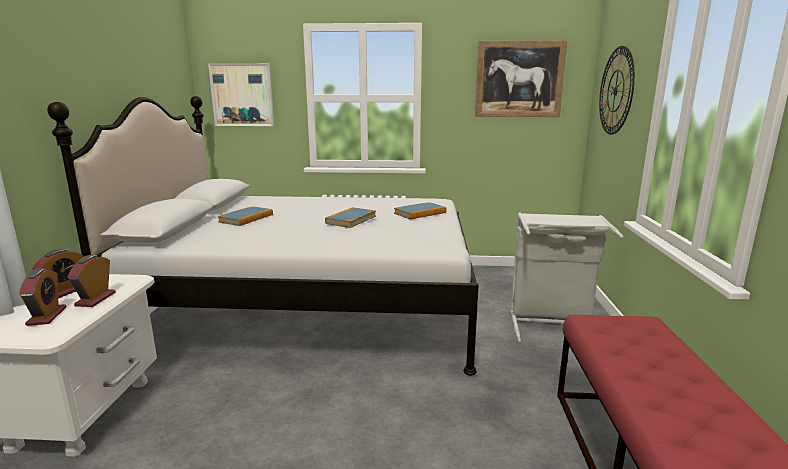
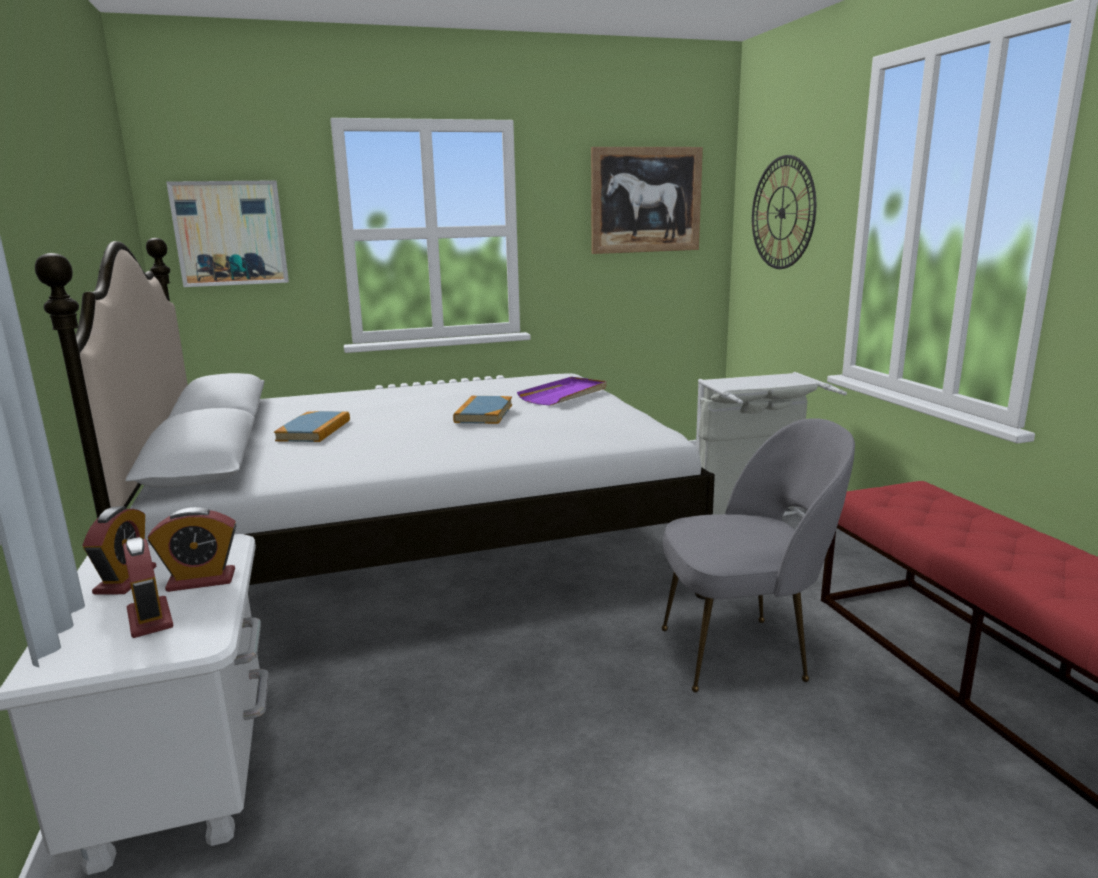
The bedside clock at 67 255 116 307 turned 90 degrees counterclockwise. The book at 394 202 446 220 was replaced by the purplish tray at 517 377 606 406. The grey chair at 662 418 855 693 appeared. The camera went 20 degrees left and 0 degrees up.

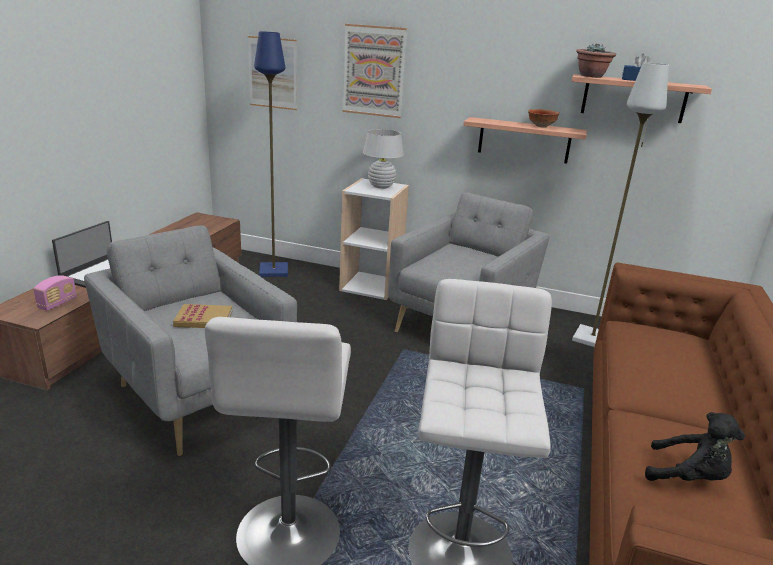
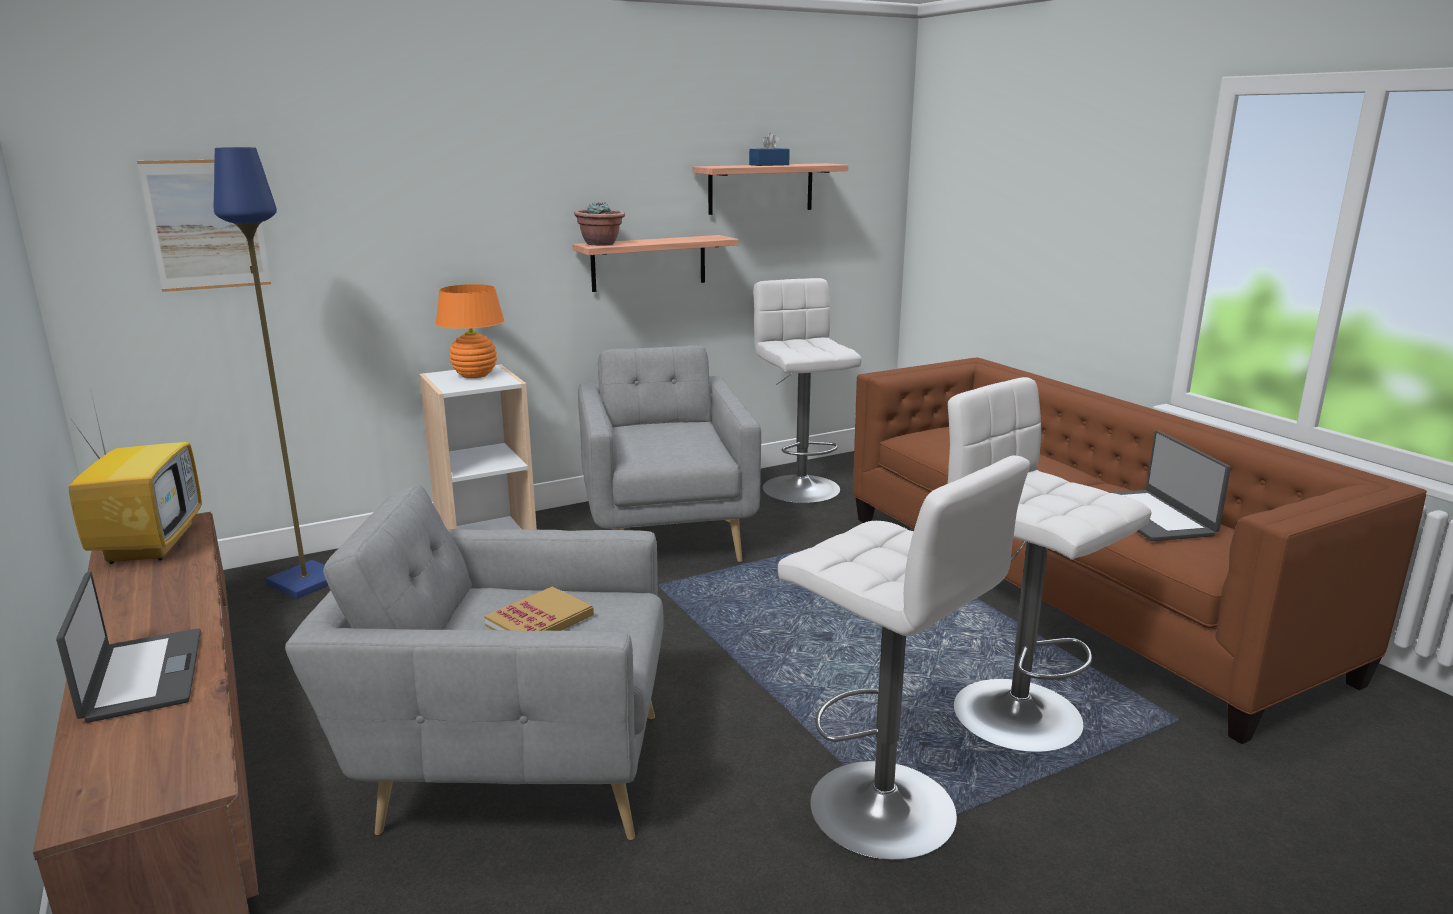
The radio at 33 275 77 311 disappeared. The wall picture at 343 24 407 118 disappeared. The whitish lamp for a table at 363 129 404 189 became the orange-coloured lamp for a table at 436 284 504 378. The serving bowl at 528 109 560 127 disappeared. The grey standard lamp at 572 63 669 347 was replaced by the whitish stool seat at 753 278 861 503. The plant in a pot moved from 576 43 616 78 to 574 202 625 246. The black plush toy at 645 412 745 481 was replaced by the portable computer at 1111 430 1231 541. The television at 69 388 202 564 appeared. The camera went 45 degrees left and 5 degrees down.

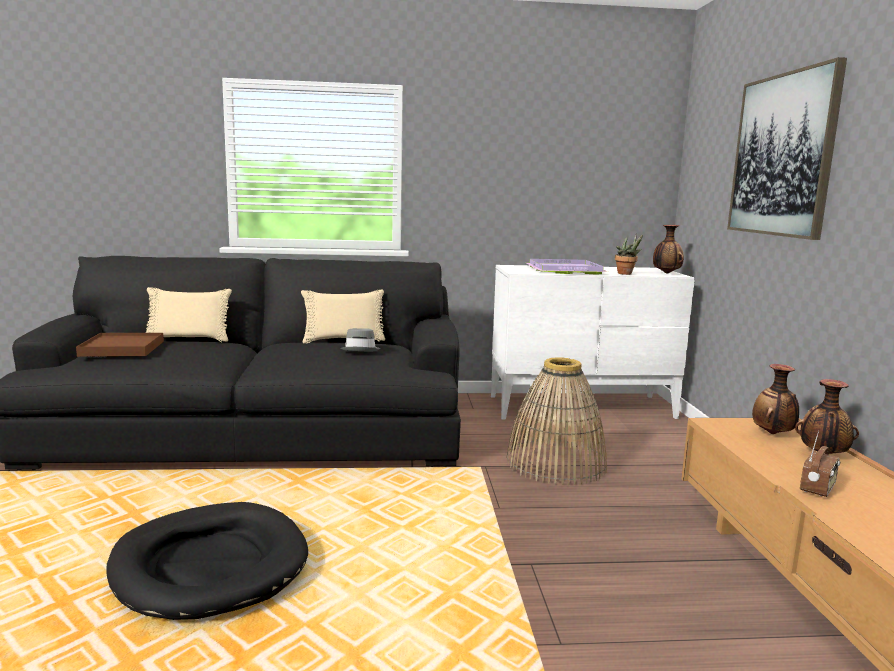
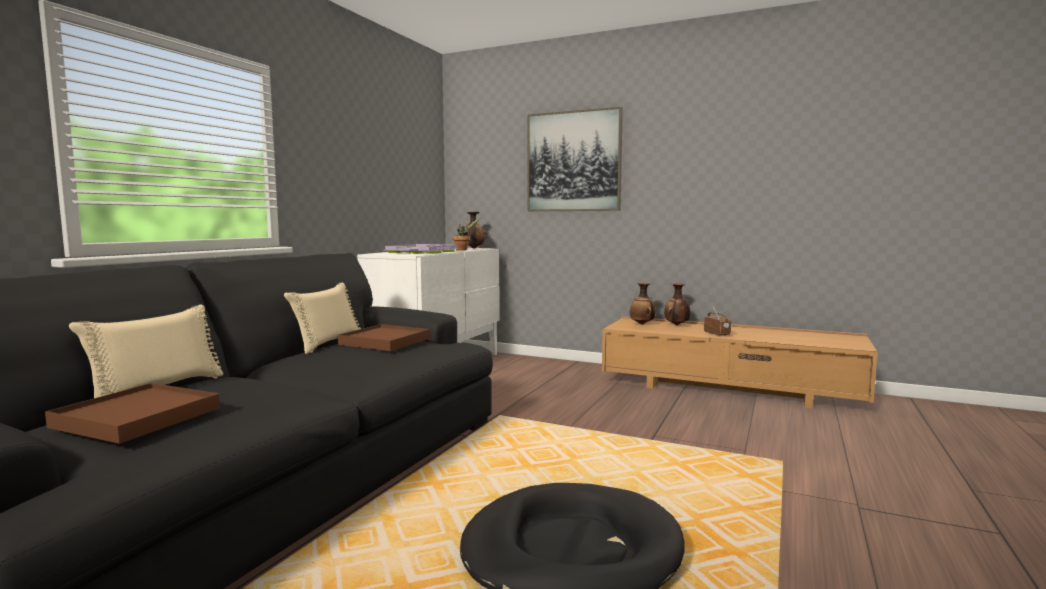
The grey clothing hat at 340 328 380 351 was replaced by the brown tray at 338 324 430 351. The household basket at 507 357 607 485 disappeared. The camera went 60 degrees left and 5 degrees down.

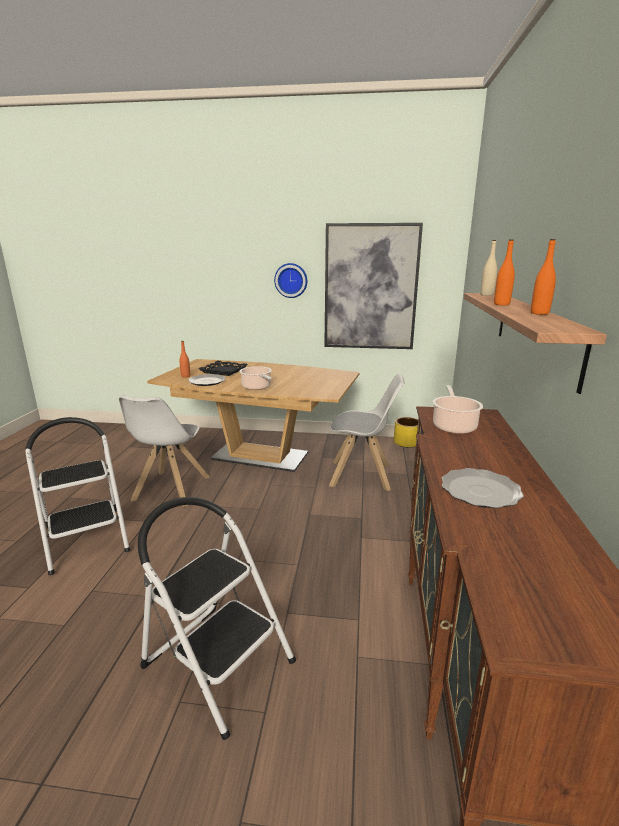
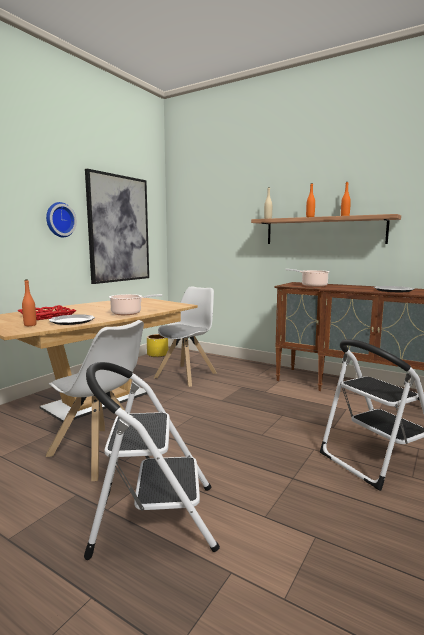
The black tray at 199 361 248 376 became the red-coloured tray at 18 305 76 320. The camera went 65 degrees left and 10 degrees down.

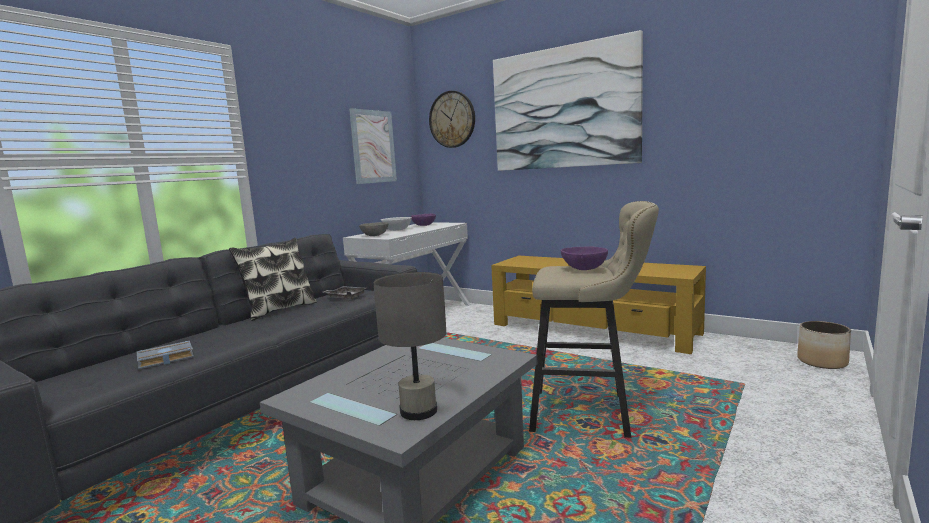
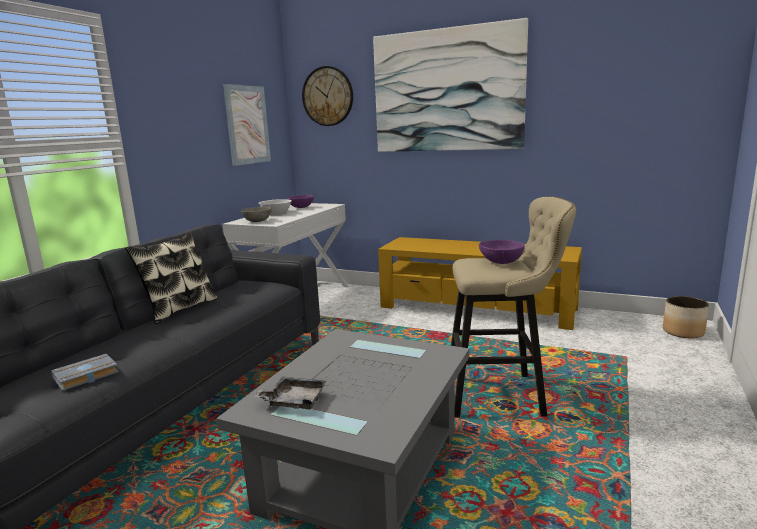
The grey tray moved from 323 286 366 299 to 253 376 326 410. The grey lamp for a table at 374 272 446 420 disappeared. The camera went 10 degrees left and 5 degrees up.

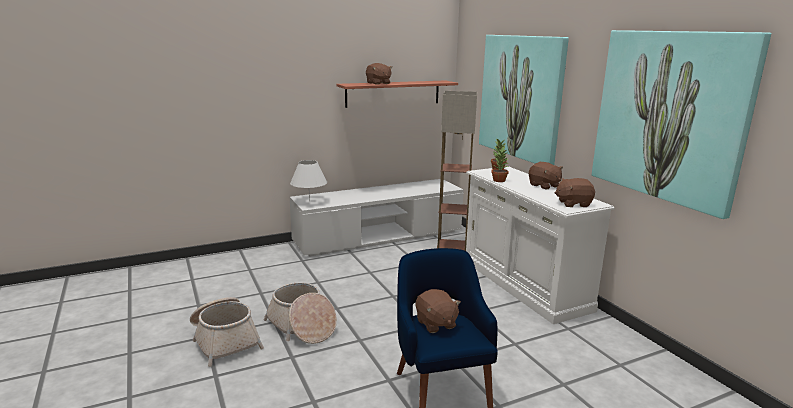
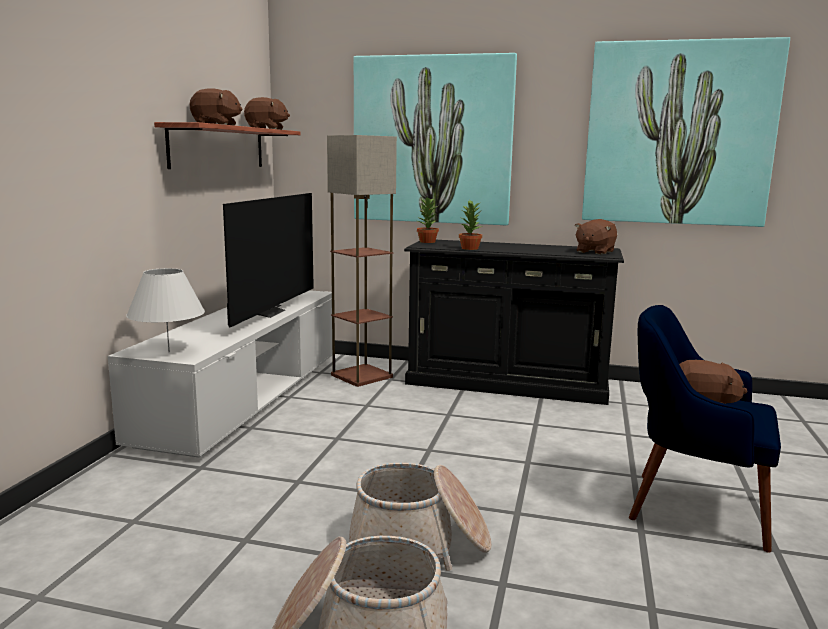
The whitish cupboard at 466 167 615 324 became the black cupboard at 404 240 624 405. The brown plush toy moved from 529 162 563 190 to 244 97 290 130. The television at 223 193 314 327 appeared. The camera went 50 degrees left and 5 degrees down.

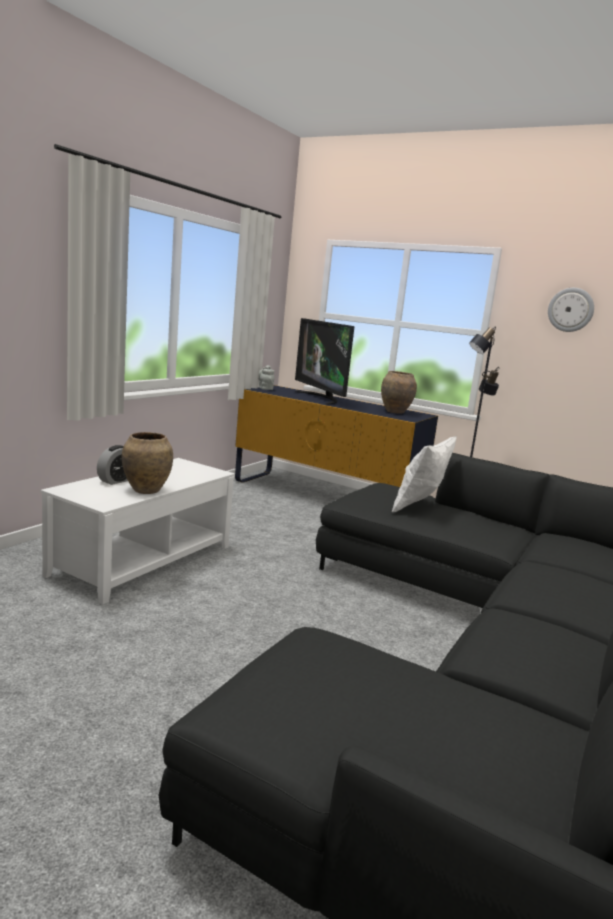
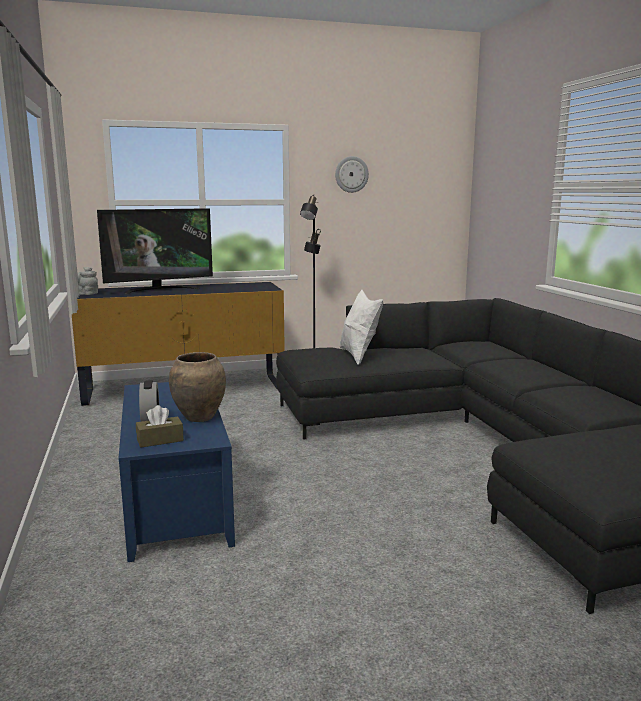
The whitish lounge table at 41 458 235 605 became the blue lounge table at 119 382 235 562. The television at 295 318 355 404 turned 45 degrees counterclockwise. The brown flower vase at 381 371 417 414 disappeared. The brown tissue box at 136 405 184 448 appeared. The camera went 45 degrees left and 0 degrees up.

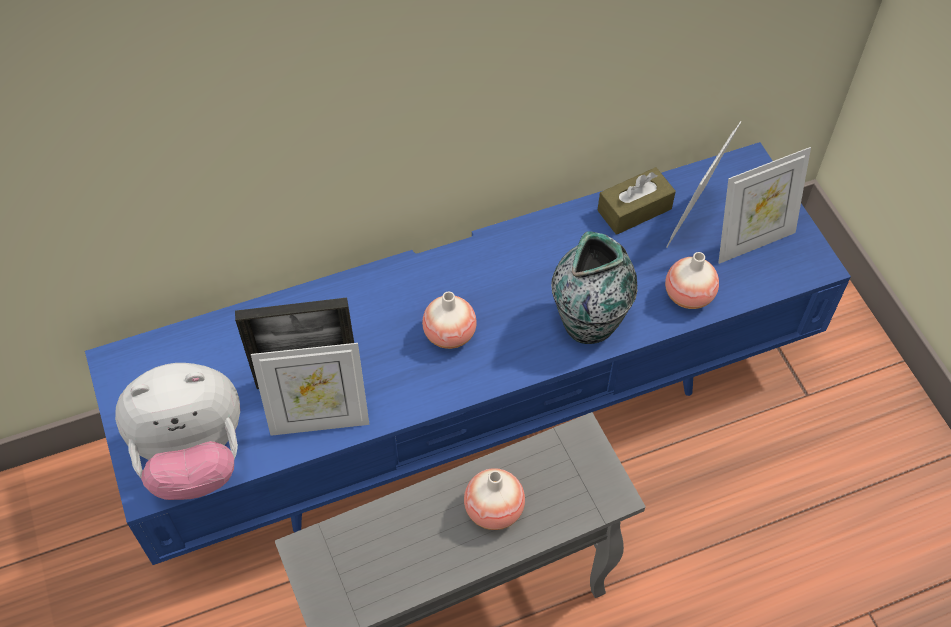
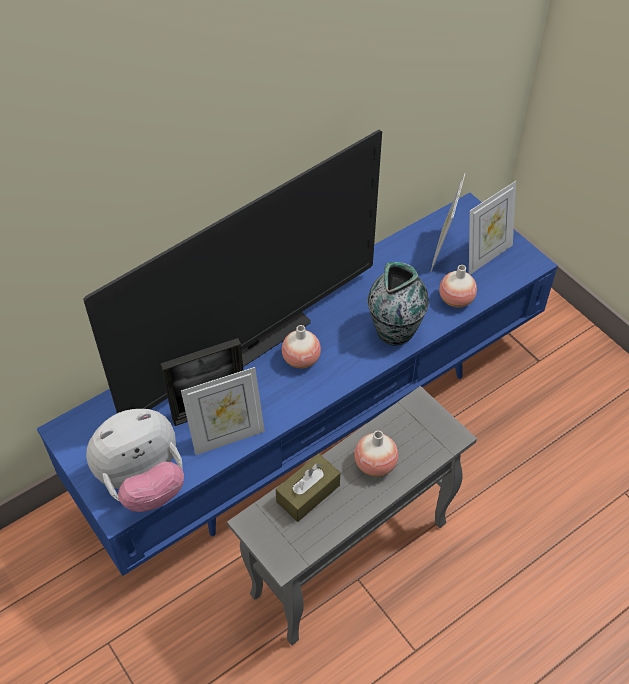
The brown tissue box moved from 597 167 676 235 to 276 453 340 522. The television at 83 130 382 413 appeared. The camera went 15 degrees left and 5 degrees down.

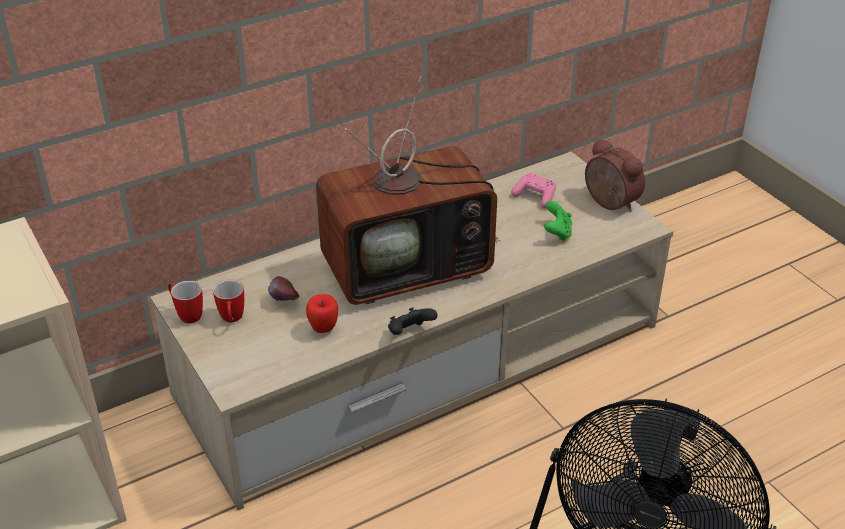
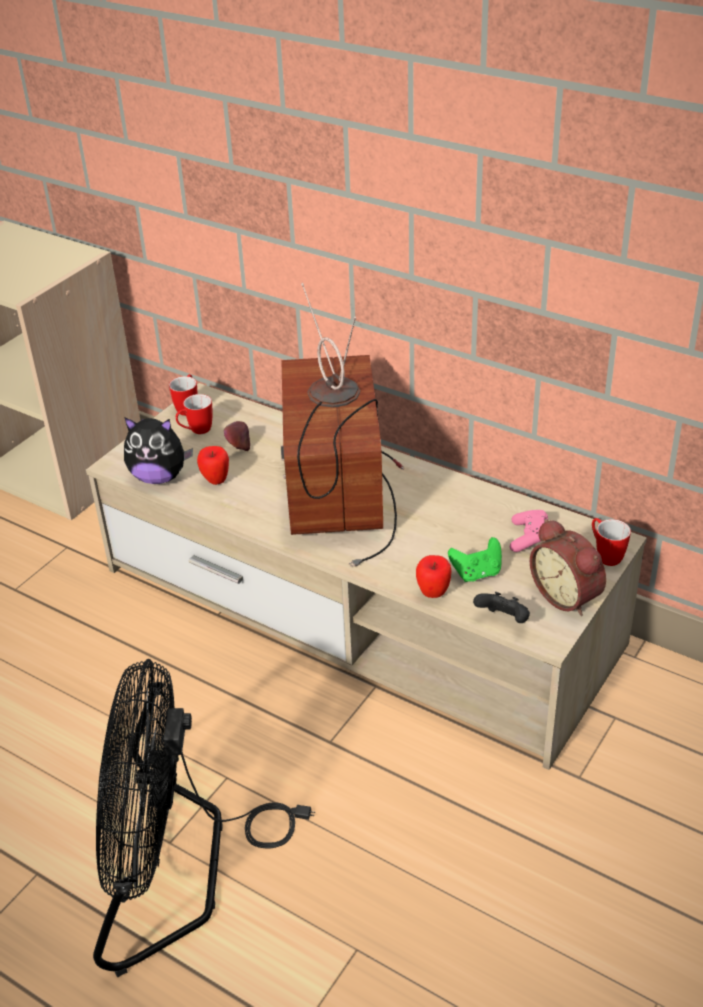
The television at 316 76 500 305 turned 45 degrees clockwise. The black joypad moved from 388 308 438 335 to 473 592 530 623. The bedside clock at 585 138 645 211 turned 120 degrees clockwise. The plush toy at 124 417 193 484 appeared. The apple at 416 555 451 598 appeared. The tea mug at 592 518 631 566 appeared. The camera went 65 degrees right and 0 degrees up.

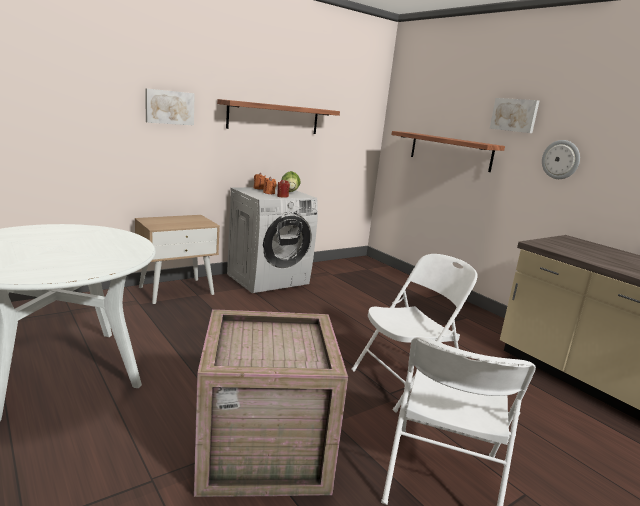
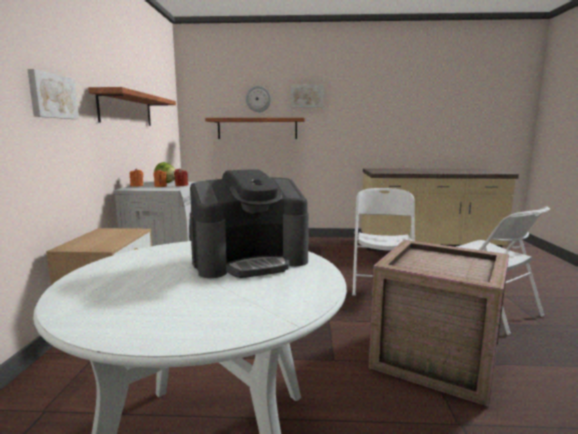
The clock on the wall moved from 542 140 580 179 to 246 86 271 112. The coffee brewer at 190 169 309 278 appeared. The camera went 50 degrees left and 5 degrees down.

